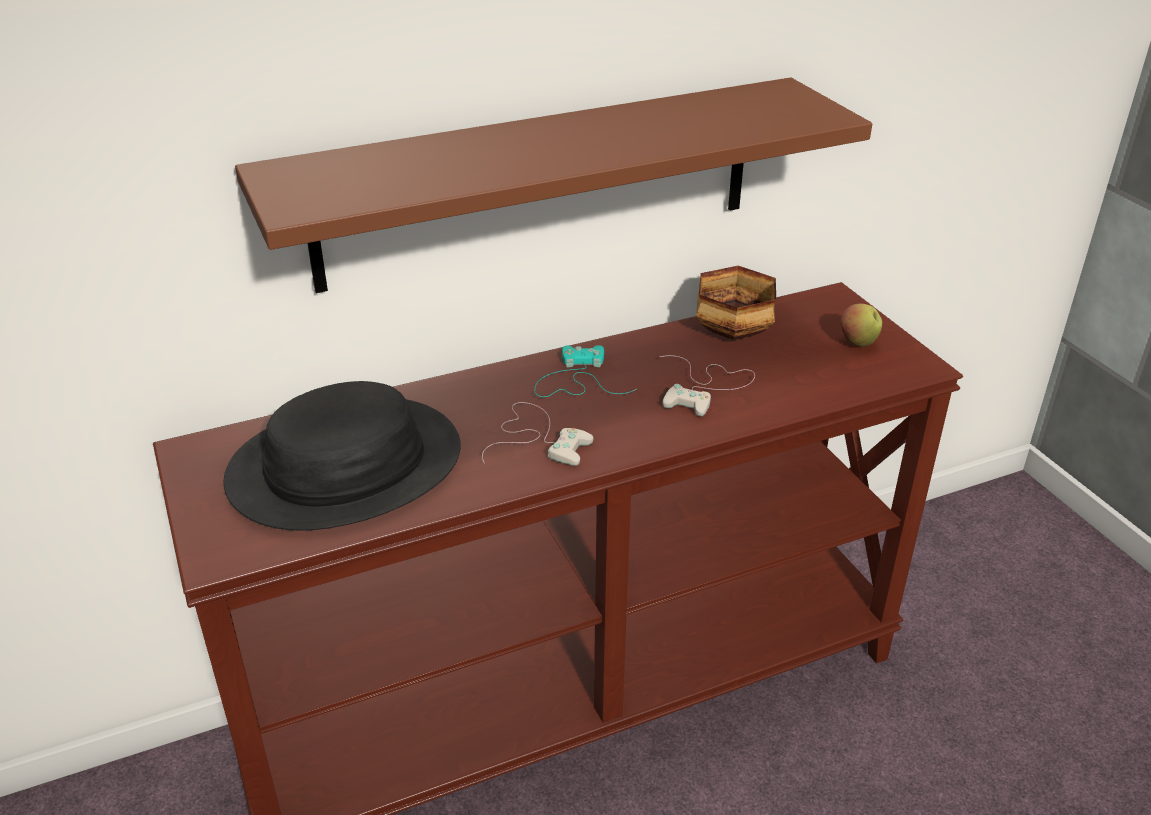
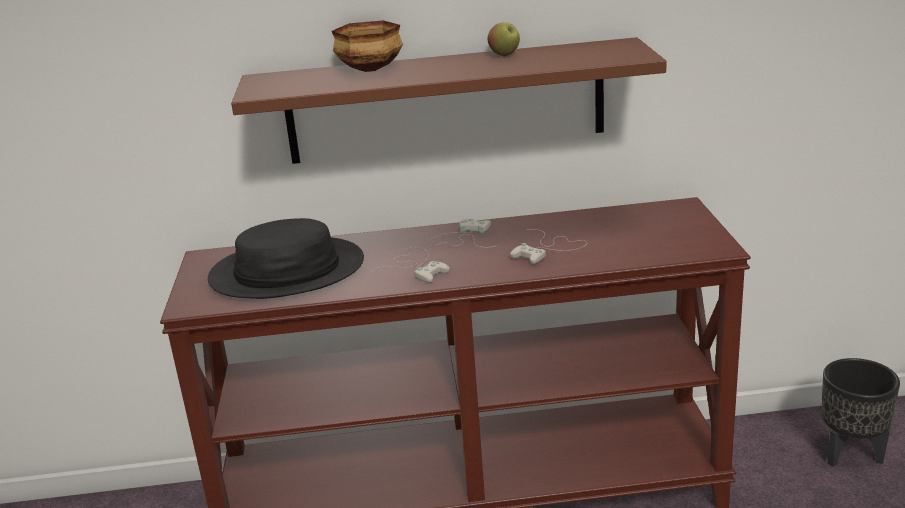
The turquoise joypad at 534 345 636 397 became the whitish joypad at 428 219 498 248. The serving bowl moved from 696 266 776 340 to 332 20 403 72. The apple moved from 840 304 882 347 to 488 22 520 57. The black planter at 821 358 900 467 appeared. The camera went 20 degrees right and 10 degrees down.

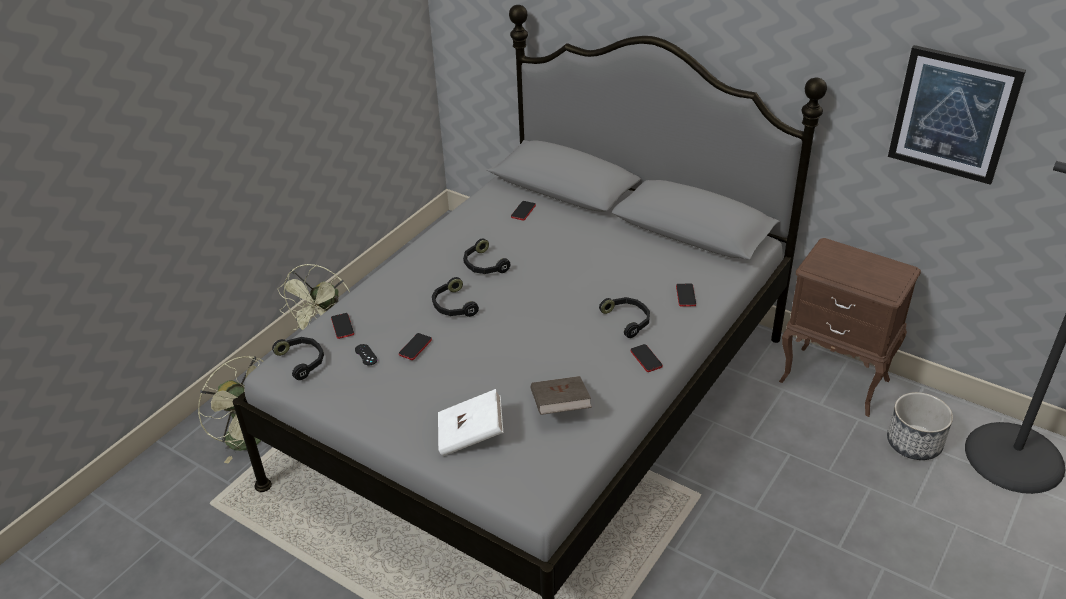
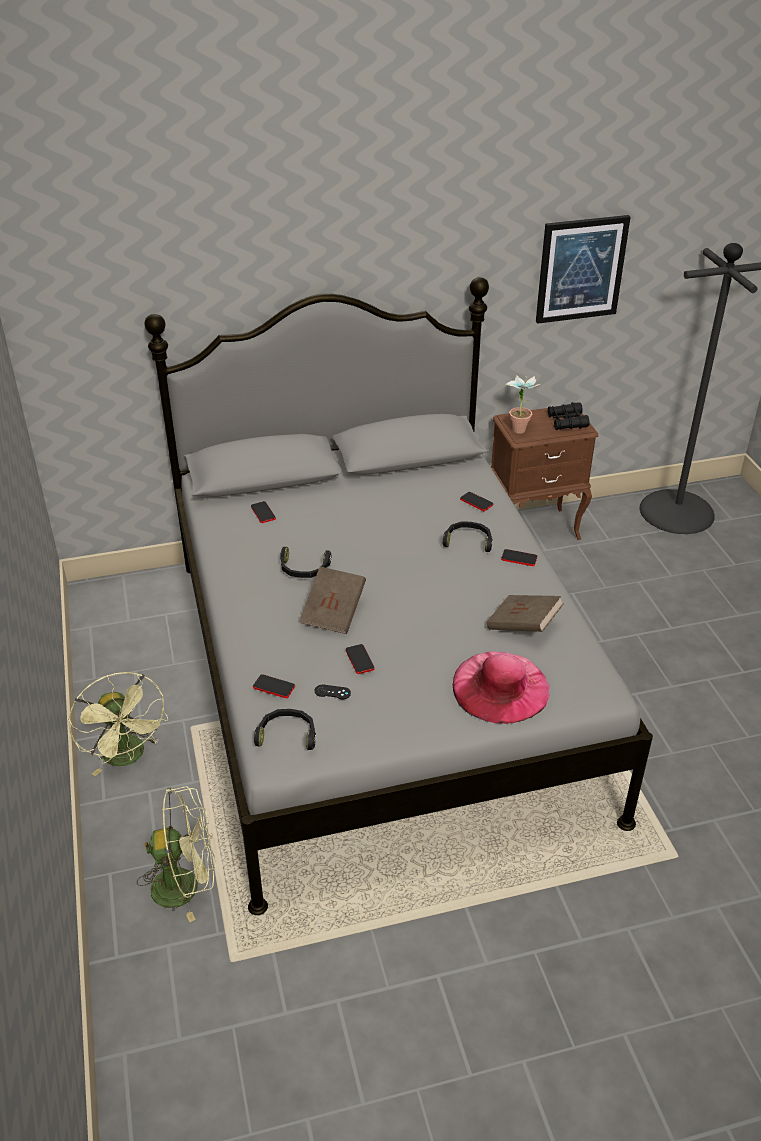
The black headphones at 432 277 479 317 was replaced by the brown book at 300 567 366 634. The whitish book at 438 389 503 456 was replaced by the pink-coloured clothing hat at 453 652 550 724. The planter at 887 392 953 460 disappeared. The plant in a pot at 505 375 542 434 appeared. The black field glasses at 548 402 590 430 appeared. The camera went 50 degrees left and 0 degrees up.

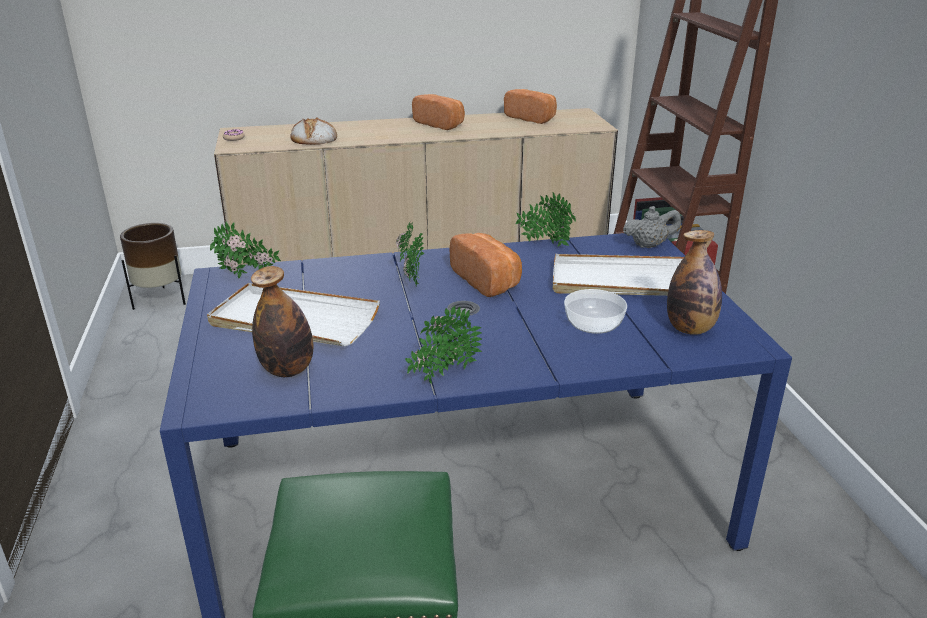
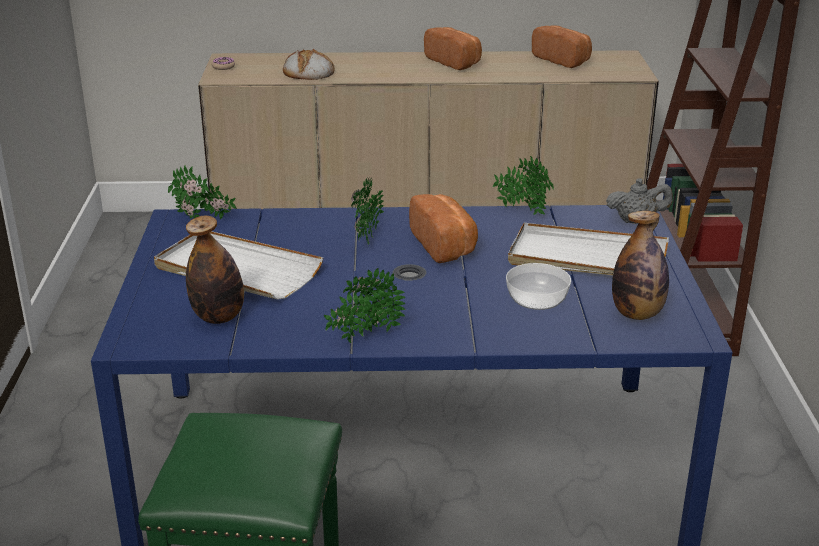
The brown planter at 120 223 186 310 disappeared. The camera went 10 degrees right and 0 degrees up.

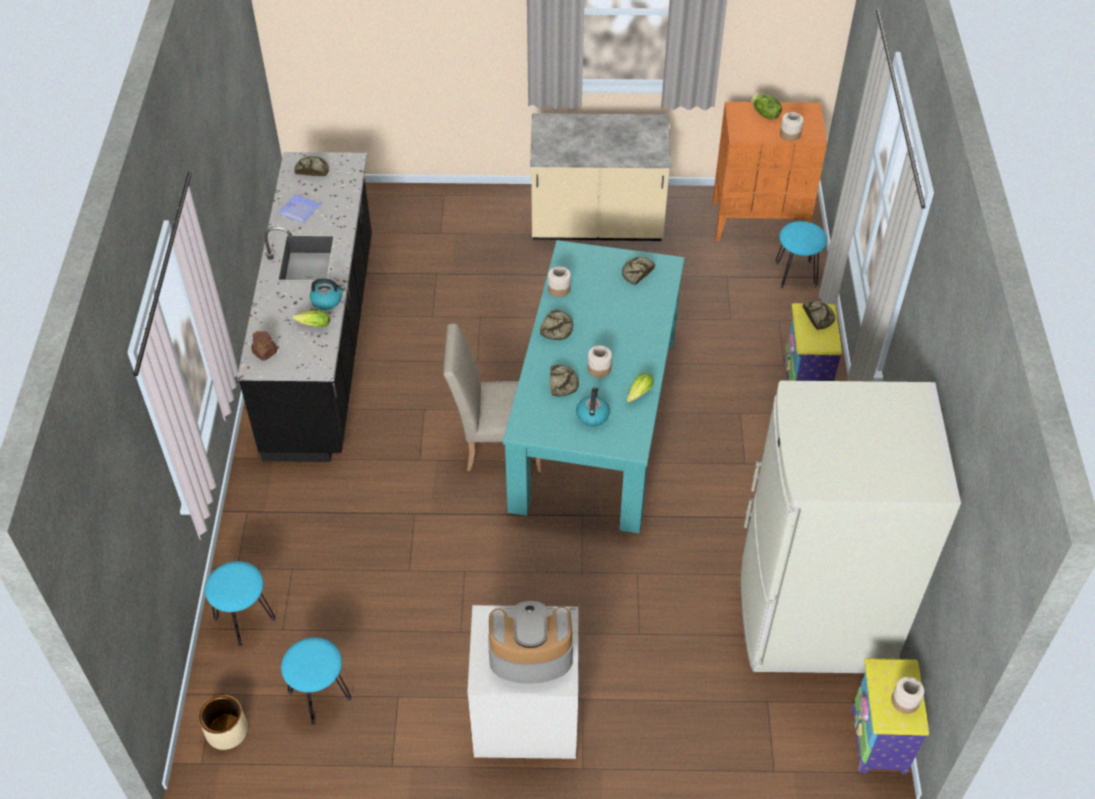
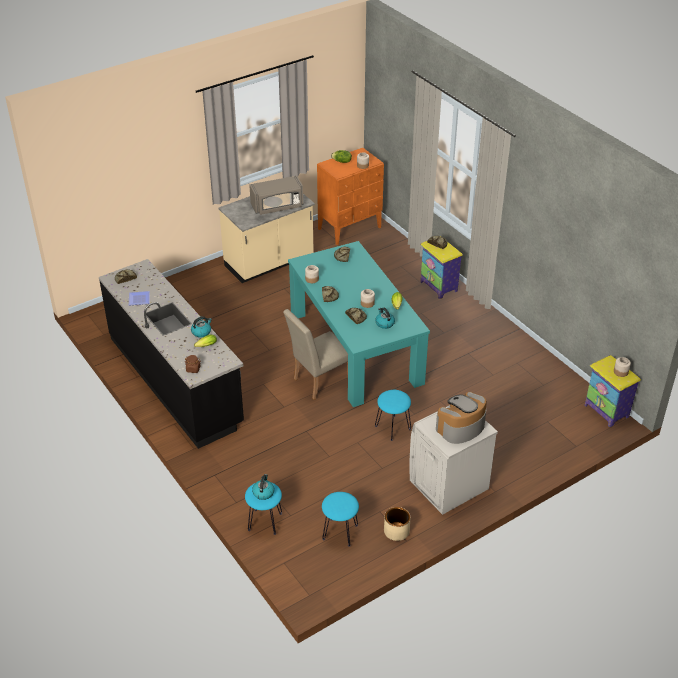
The sand-coloured planter moved from 199 695 248 750 to 384 507 410 541. The whitish refrigerator at 741 380 961 673 disappeared. The turquoise stool seat moved from 775 221 827 289 to 375 390 411 441. The grey microwave oven at 249 176 303 215 appeared. The kettle at 252 474 274 500 appeared. The camera went 35 degrees left and 10 degrees down.

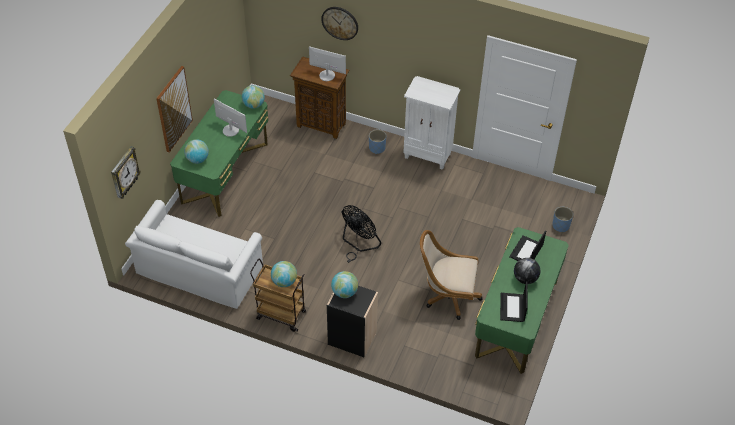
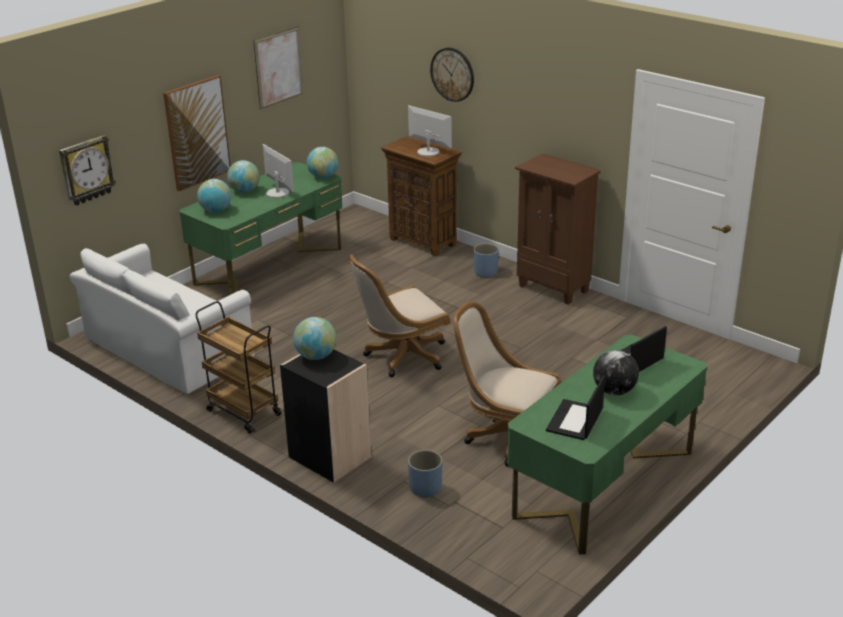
The globe moved from 271 261 297 287 to 227 160 260 193. The black electric fan at 341 205 381 263 was replaced by the office chair at 349 254 451 377. The whitish cupboard at 403 76 461 170 became the brown cupboard at 515 154 601 305. The blue planter moved from 552 207 573 233 to 408 450 443 498. The wall picture at 253 27 304 110 appeared. The camera went 20 degrees right and 20 degrees down.

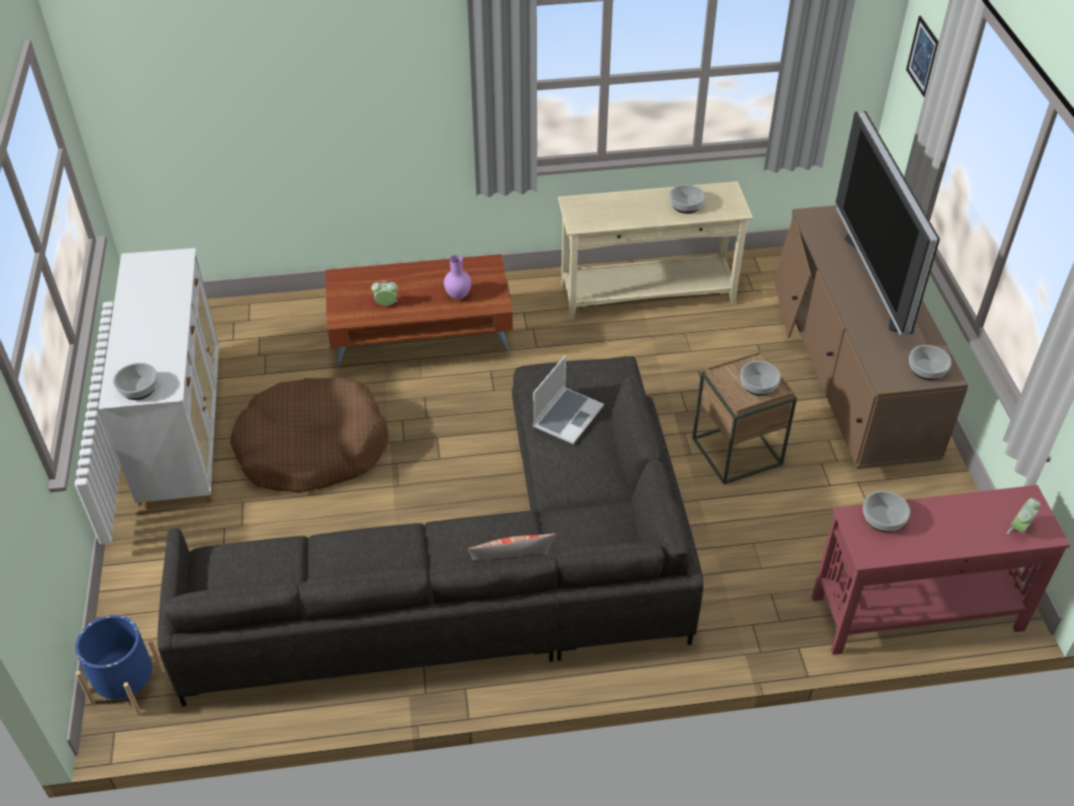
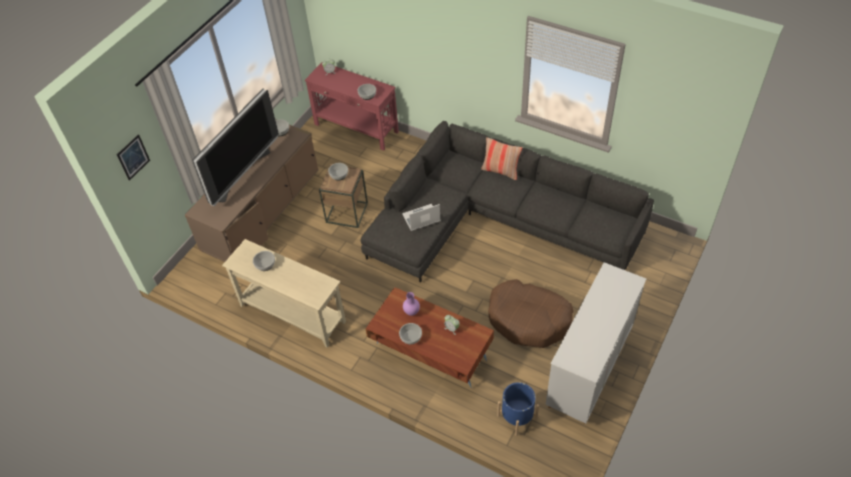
The blue planter moved from 75 615 165 716 to 497 382 539 436. The serving bowl moved from 113 363 158 400 to 399 323 422 345. The camera went 140 degrees left and 5 degrees up.

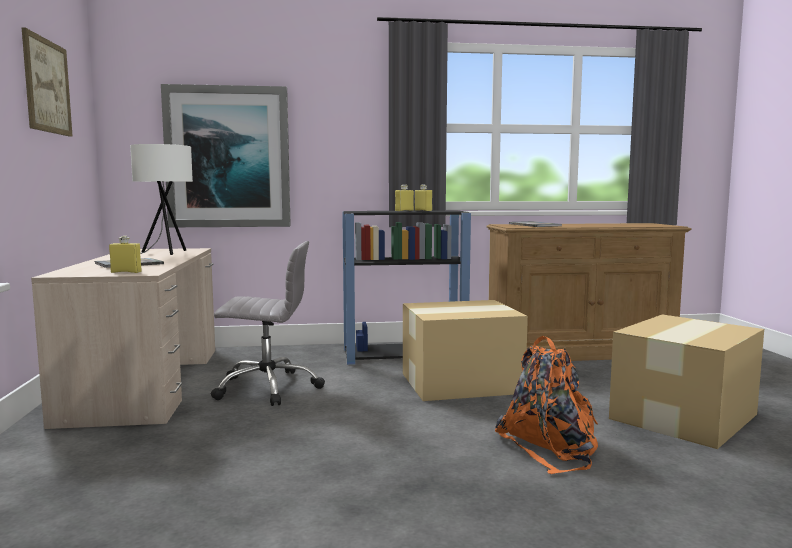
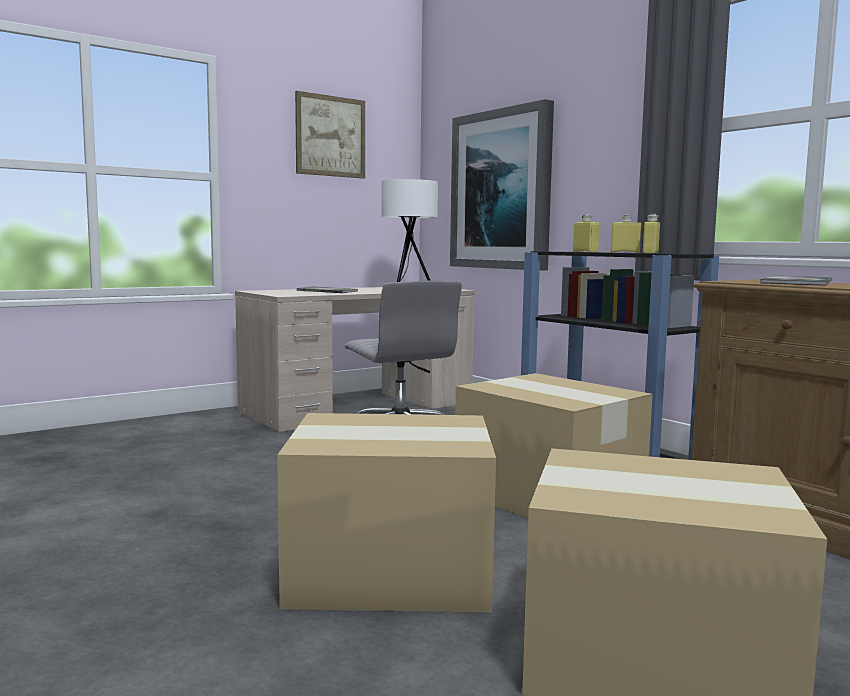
The yellow-coloured drink bottle moved from 109 236 141 273 to 573 214 599 252. The orange-coloured backpack at 495 336 598 474 was replaced by the cardboard box at 277 413 496 612. The camera went 60 degrees right and 0 degrees up.

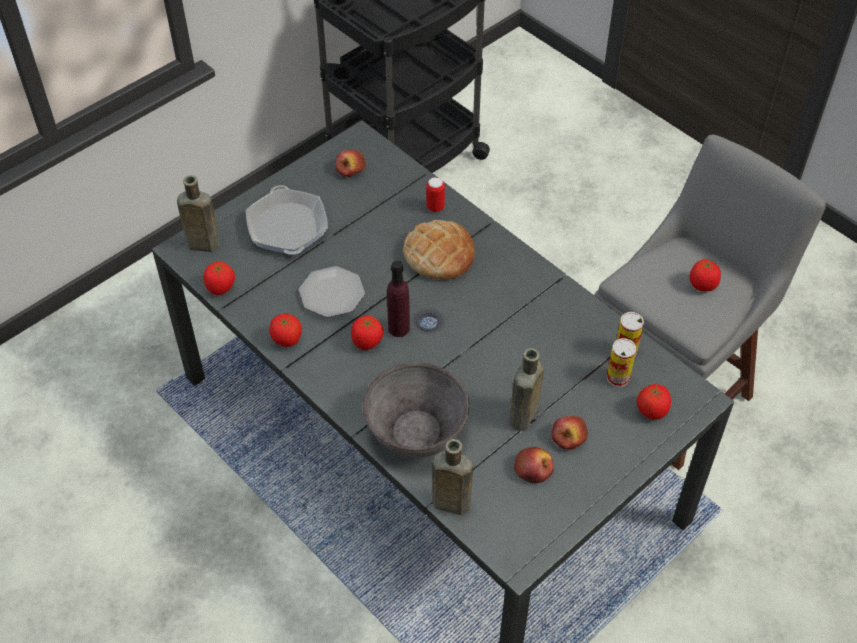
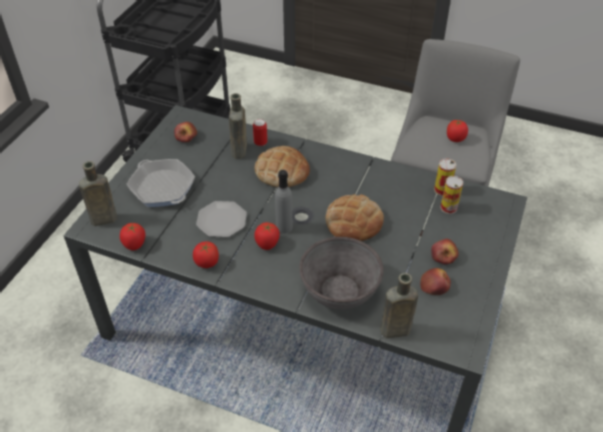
The purplish drink bottle at 387 261 410 337 became the grey drink bottle at 275 170 293 233. The brown drink bottle moved from 509 348 544 431 to 229 93 247 159. The whole tomato at 637 384 671 420 disappeared. The bread at 326 194 384 241 appeared. The camera went 25 degrees left and 5 degrees down.

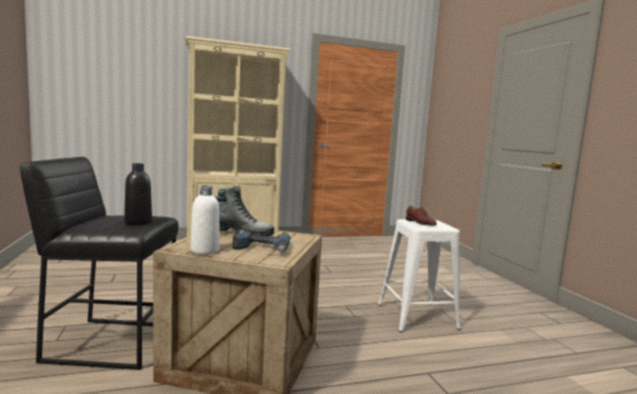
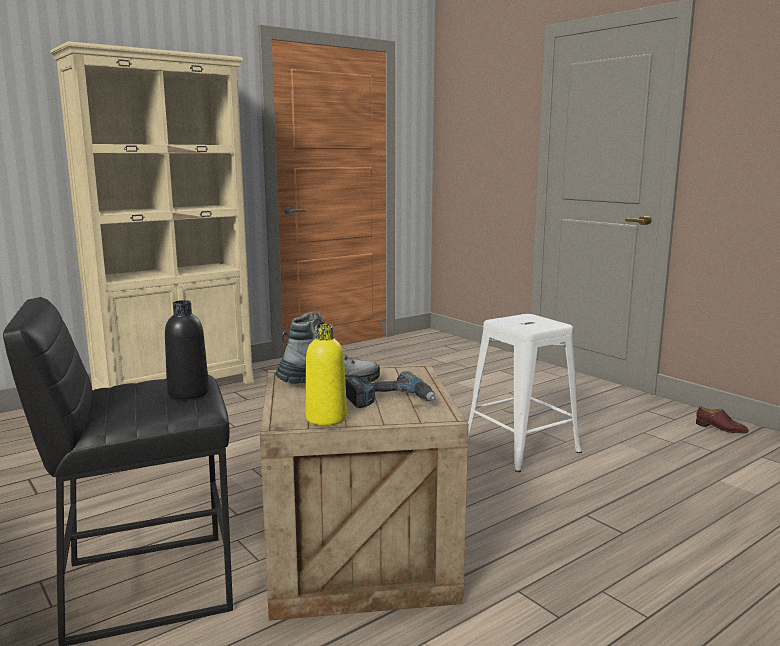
The whitish drink bottle at 191 186 220 254 became the yellow-coloured drink bottle at 306 324 347 425. The brown shoe moved from 406 206 437 226 to 696 406 749 434. The camera went 20 degrees left and 5 degrees up.

